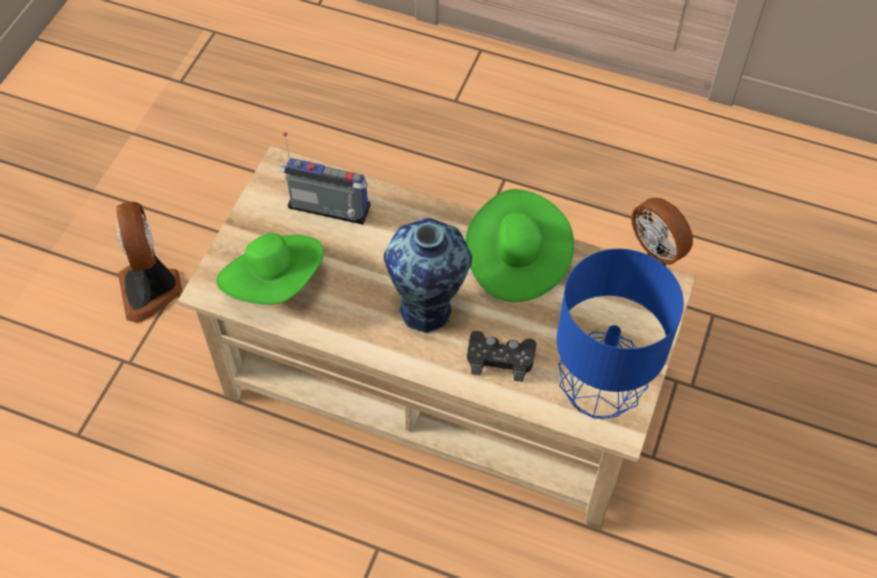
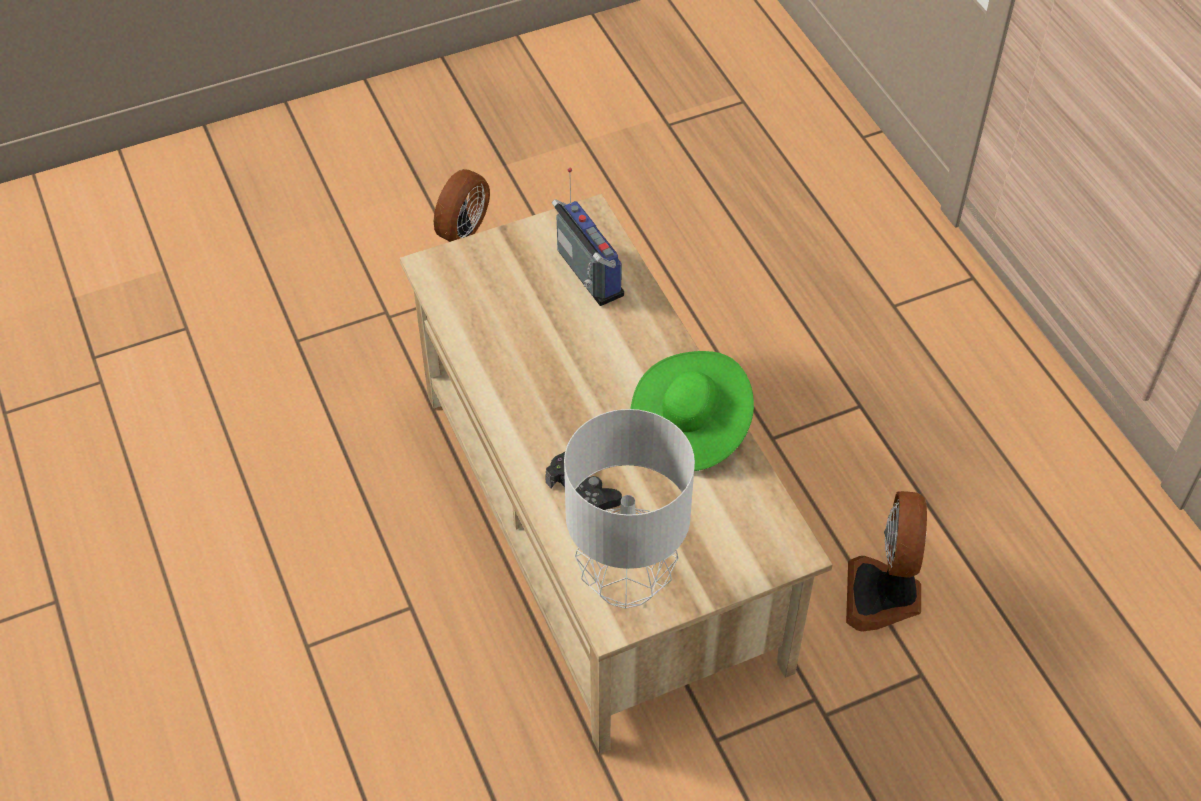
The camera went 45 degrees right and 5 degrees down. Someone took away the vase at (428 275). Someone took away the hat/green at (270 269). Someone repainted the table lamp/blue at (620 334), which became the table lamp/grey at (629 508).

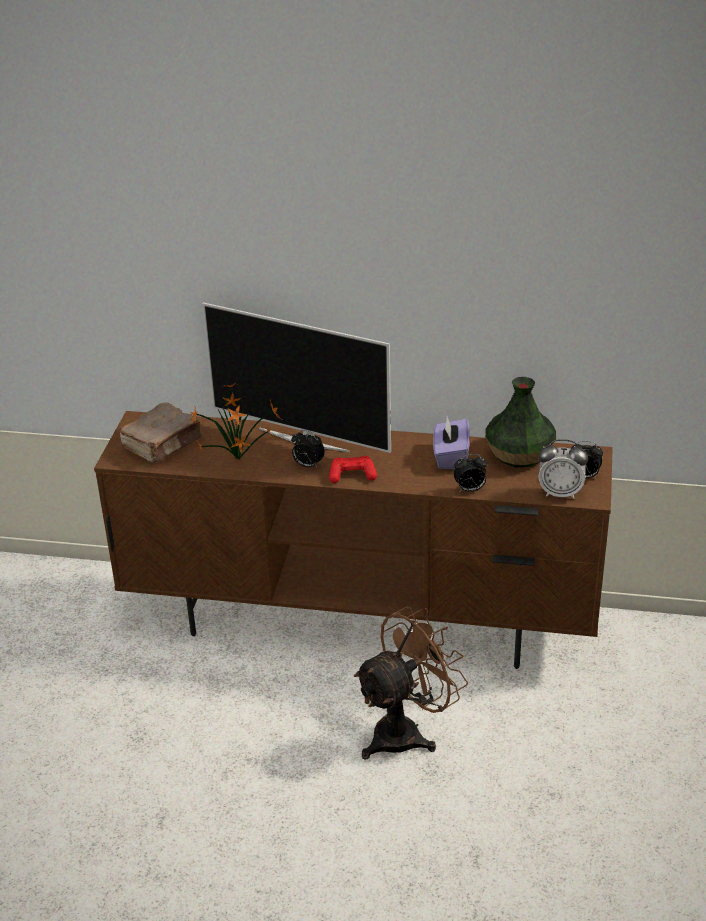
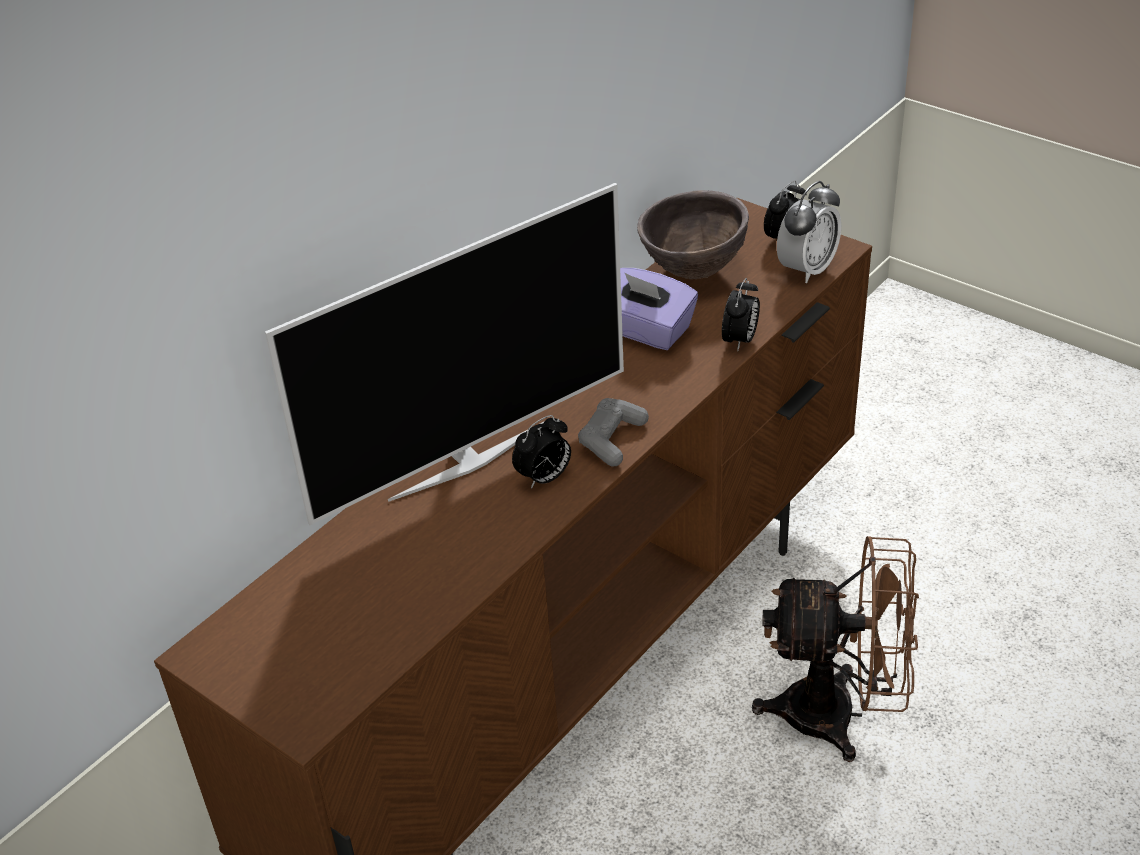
The camera went 60 degrees left and 5 degrees up. Someone swapped the vase at (520 422) for the bowl/brown at (693 234). Someone took away the potted plant at (236 421). Someone took away the book/brown at (160 433). Someone repainted the game controller/red at (353 469), which became the game controller/grey at (613 432). Someone rotated the fan/brown at (411 683) by 105 degrees clockwise.

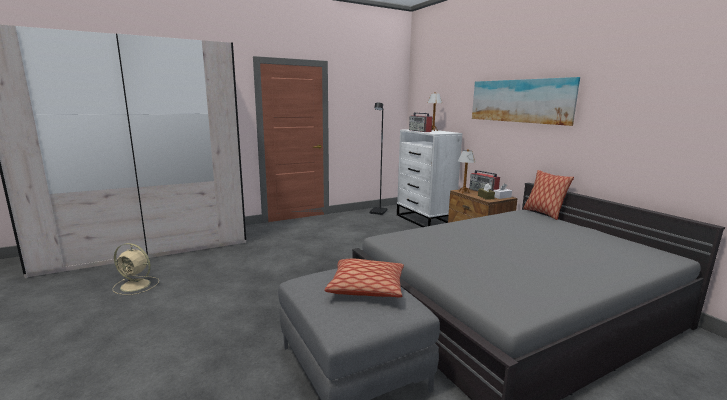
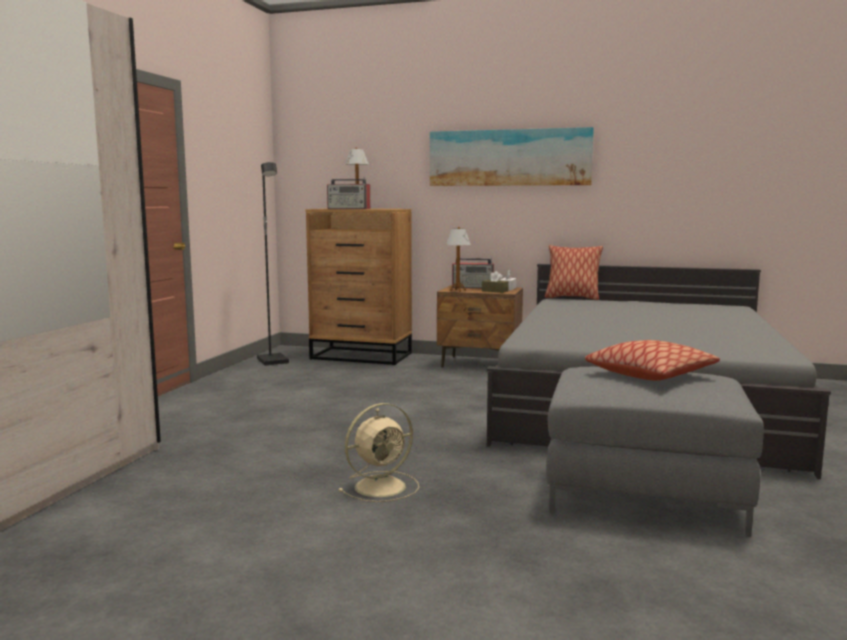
The camera went 45 degrees left and 5 degrees down. Someone repainted the dresser/white at (430 178), which became the dresser/brown at (358 287). Someone carried the fan/beige from (135 269) to (378 452).

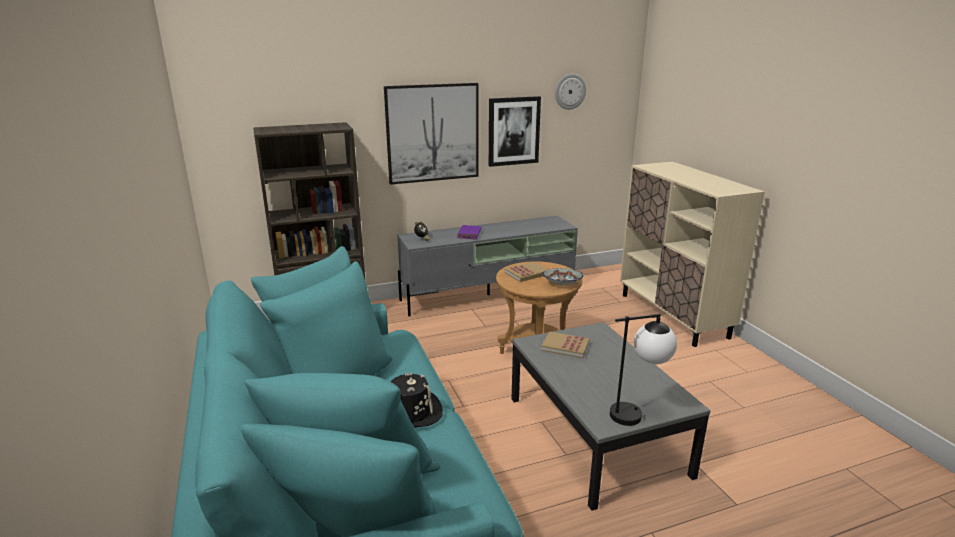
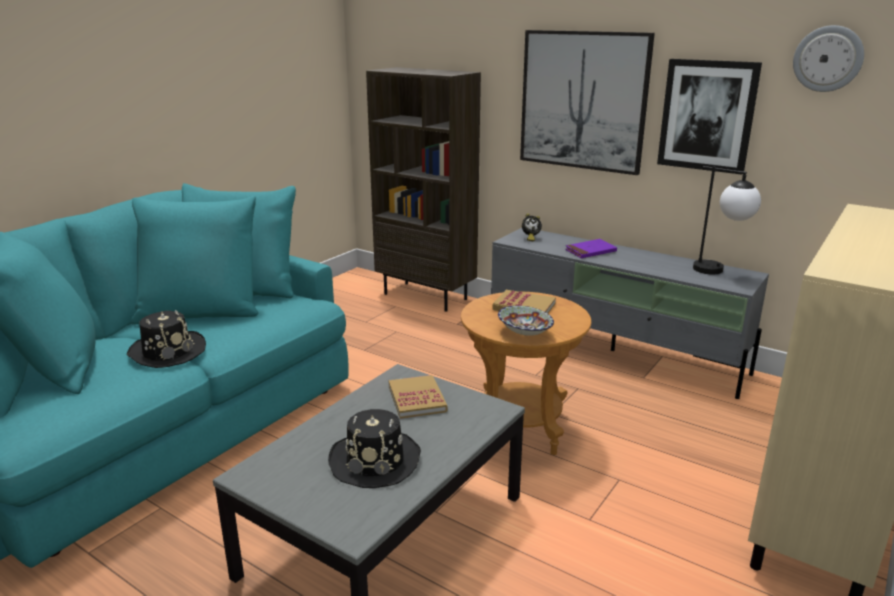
The camera went 55 degrees right and 0 degrees up. Someone carried the table lamp from (643 370) to (727 220). Someone put down the hat/black at (374 448).

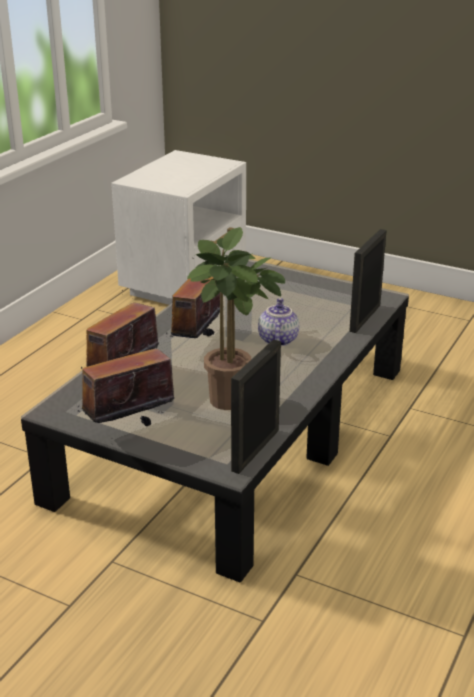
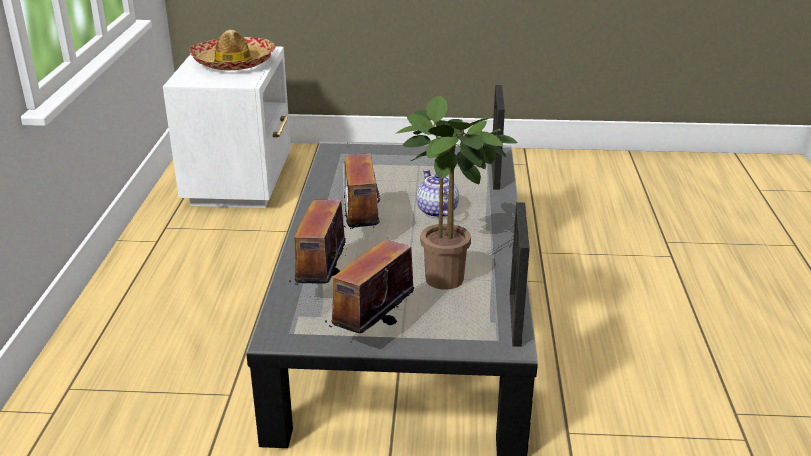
The camera went 25 degrees left and 0 degrees up. Someone put down the hat at (232 50).

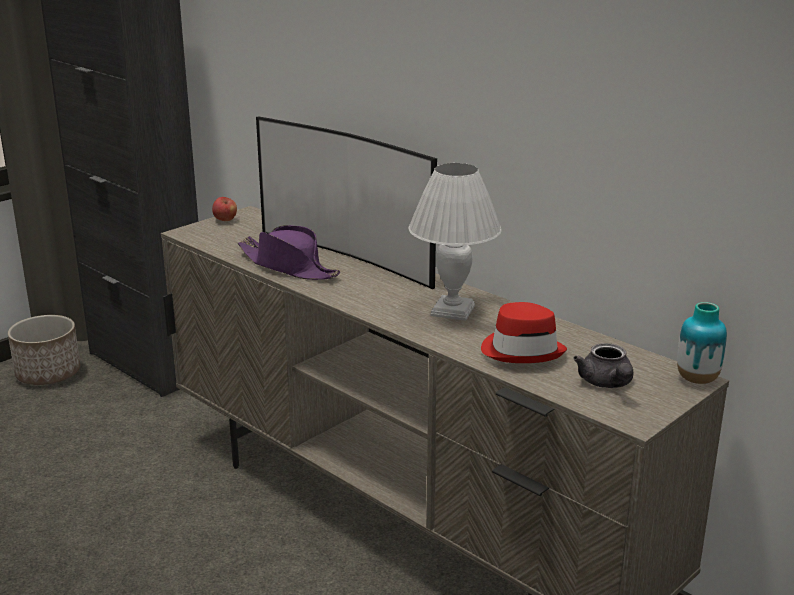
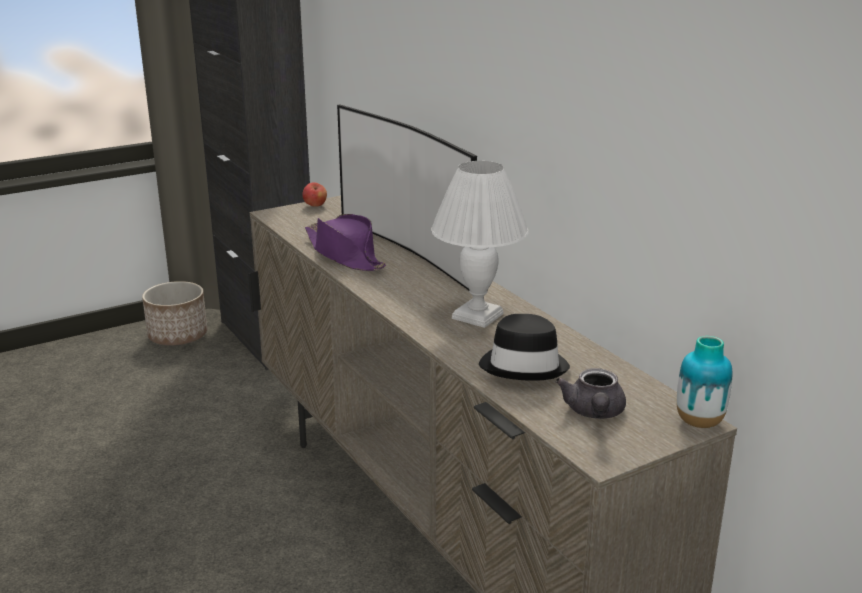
The camera went 15 degrees right and 0 degrees up. Someone repainted the hat/red at (524 332), which became the hat/black at (524 347).

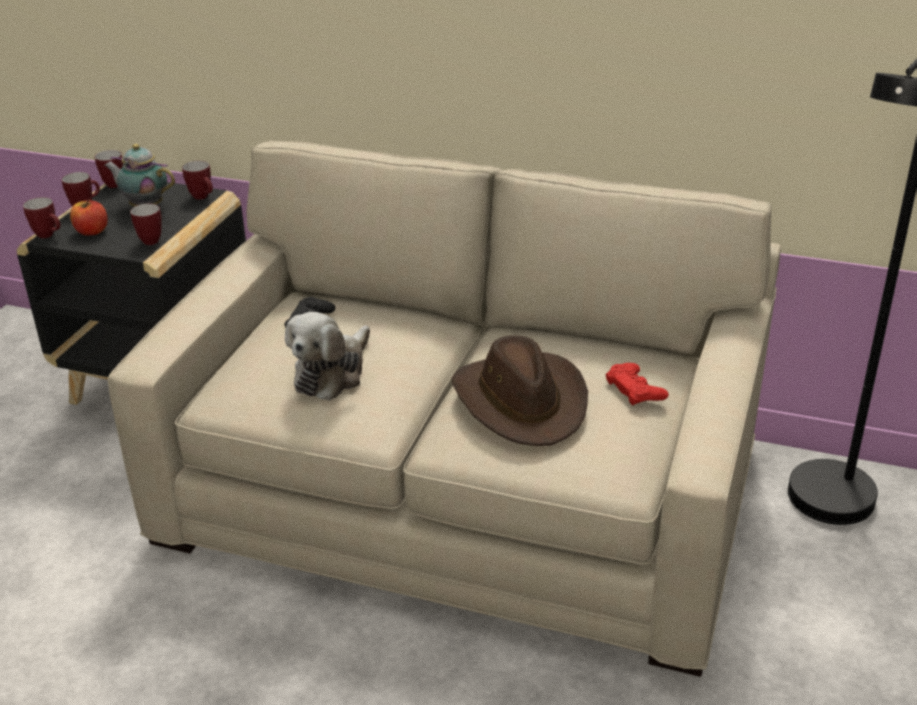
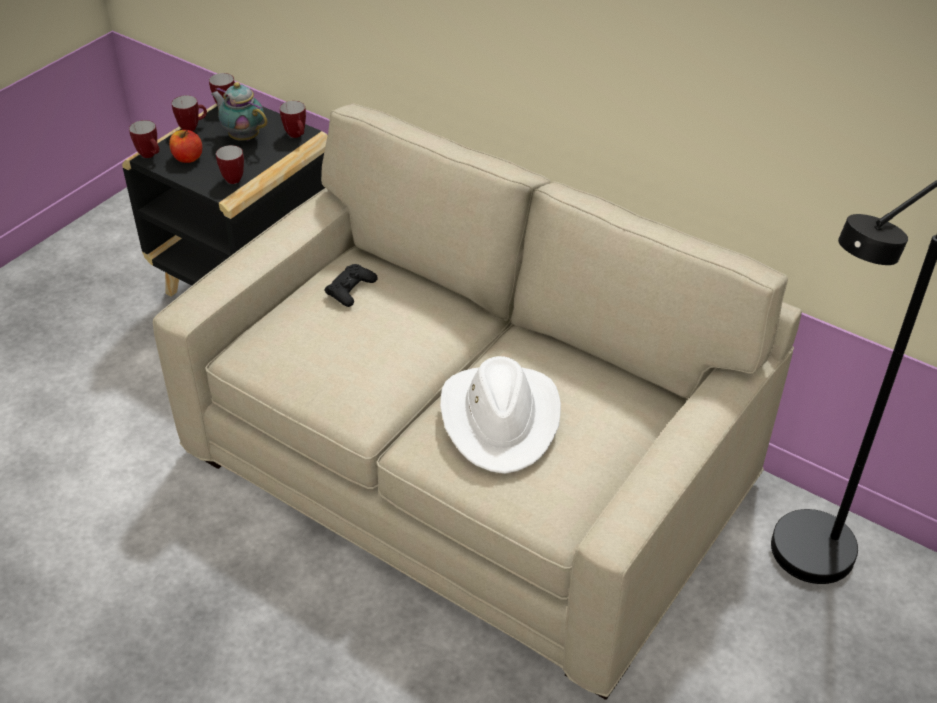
The camera went 15 degrees right and 10 degrees up. Someone took away the plush toy at (327 356). Someone repainted the hat/brown at (520 390), which became the hat/white at (500 415). Someone took away the game controller/red at (637 384).

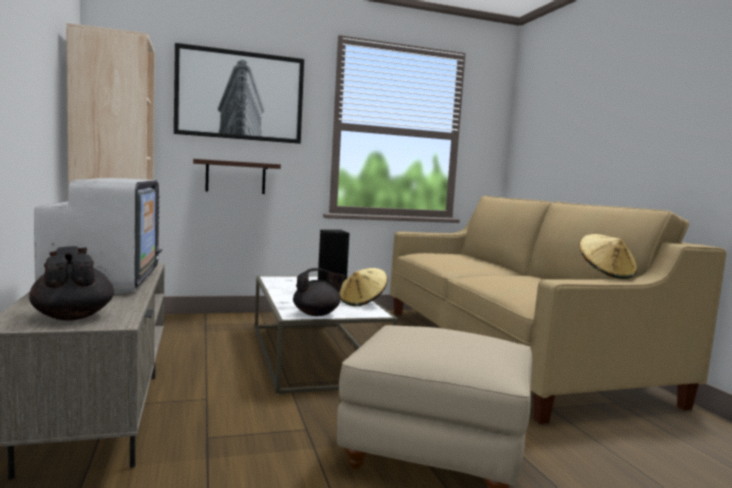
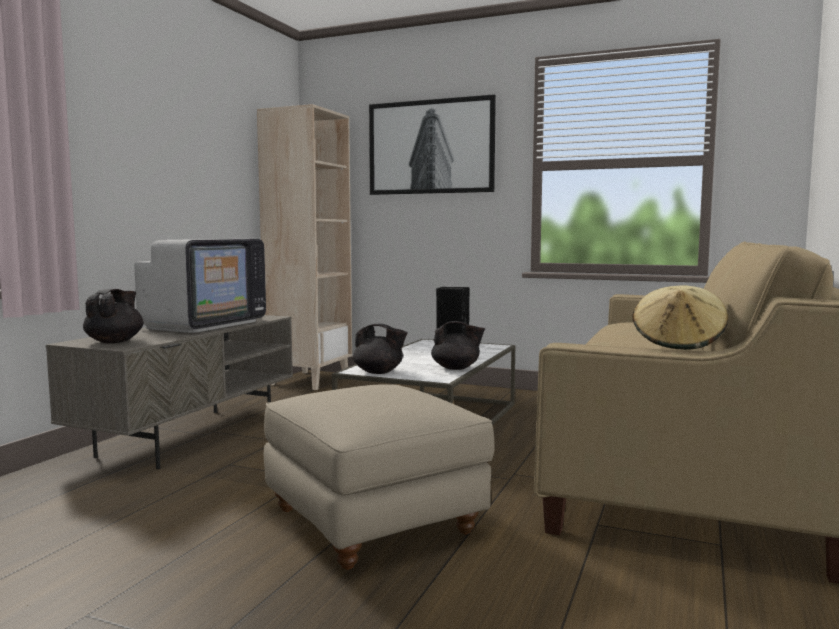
The camera went 40 degrees right and 0 degrees up. Someone took away the shelf at (237 176). Someone swapped the hat/beige at (363 287) for the teapot/black at (458 345).

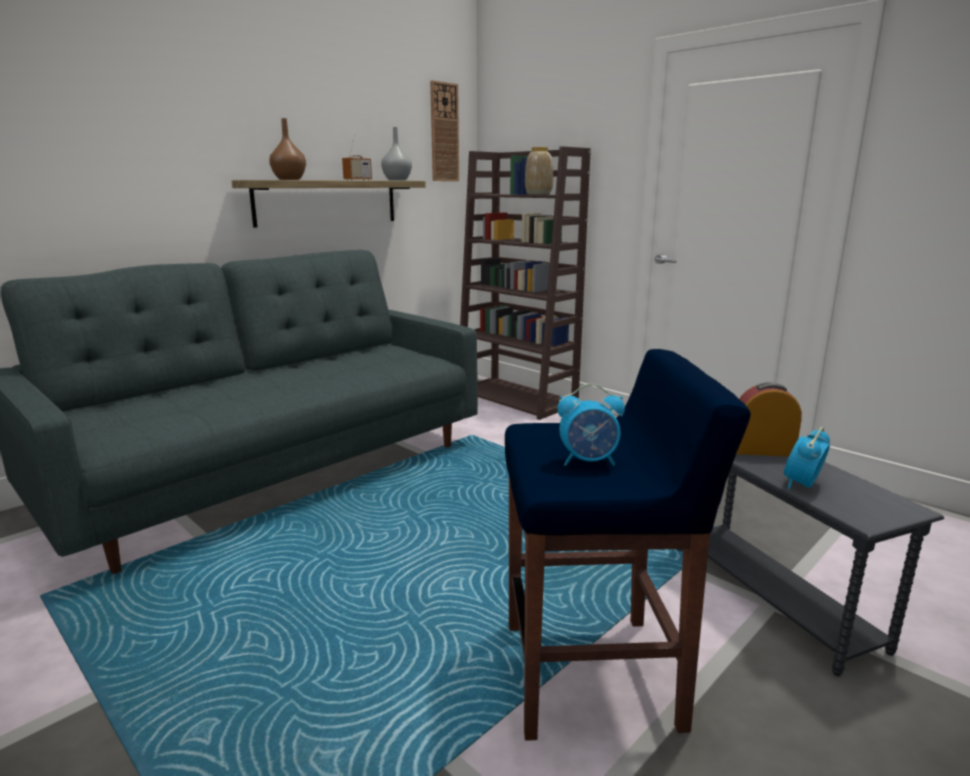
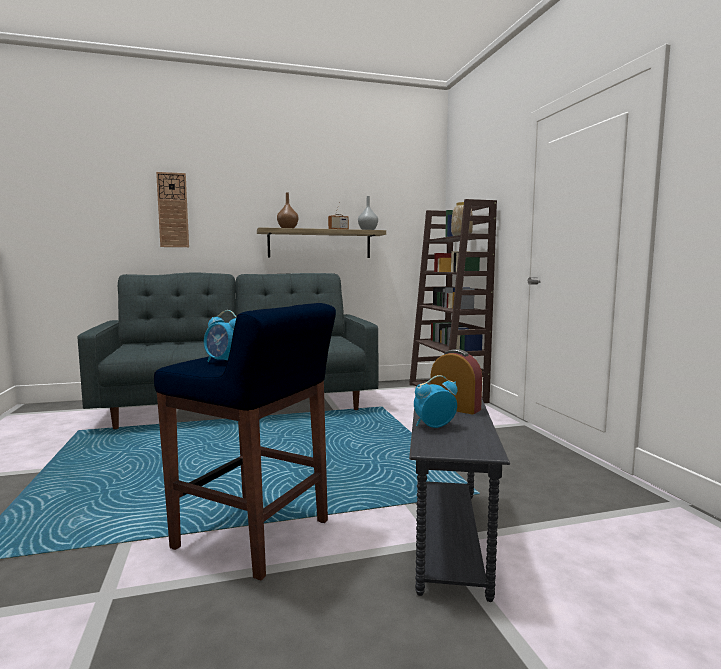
The camera went 30 degrees right and 10 degrees down. Someone carried the wall clock from (444 130) to (172 209).

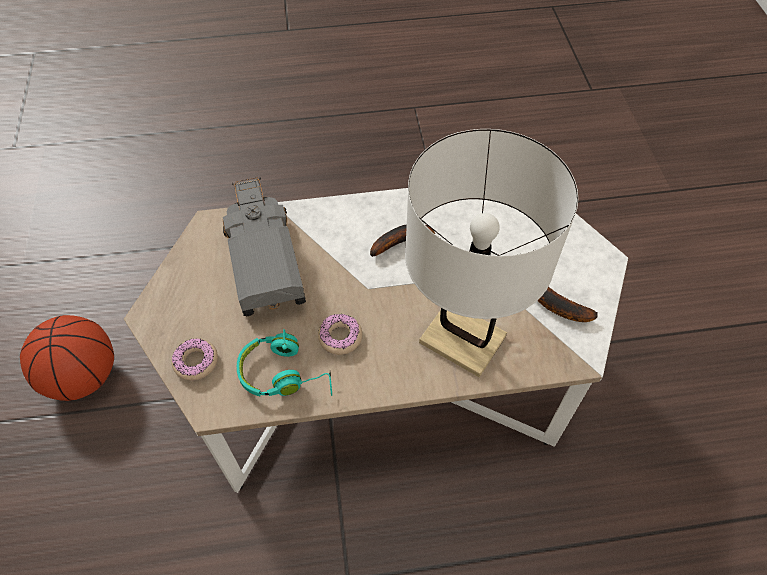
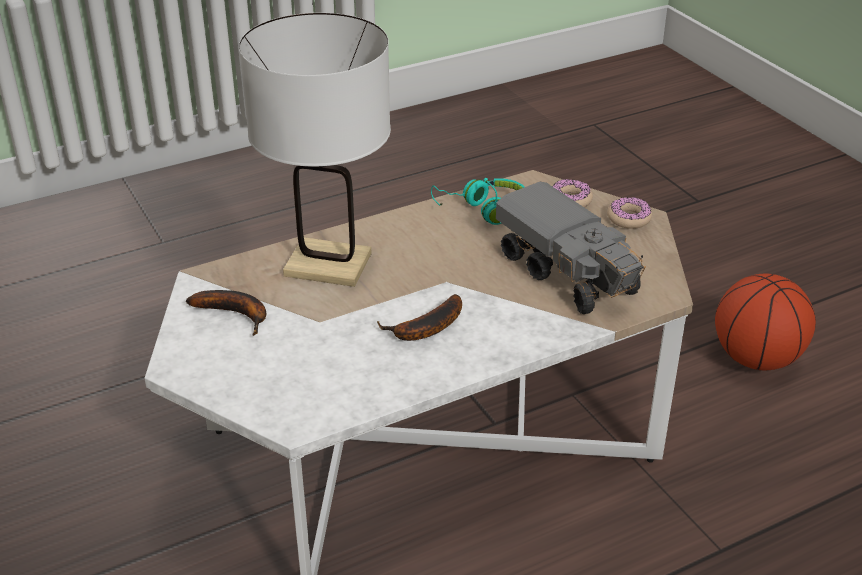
The camera went 160 degrees right and 20 degrees down. Someone carried the donut from (340 334) to (629 213).

